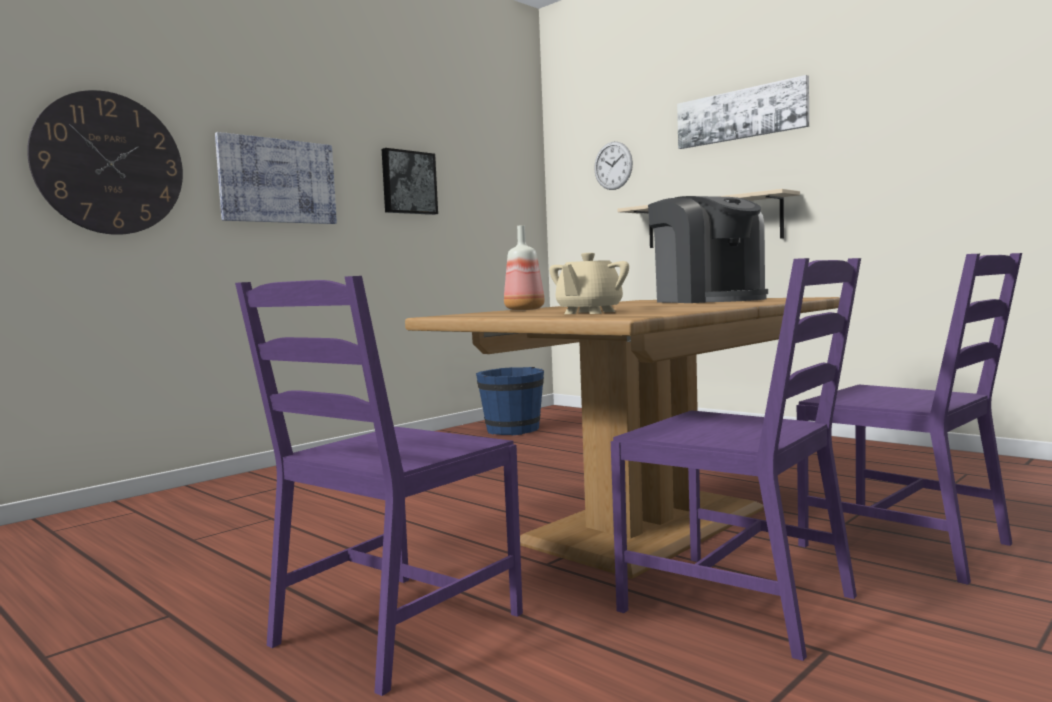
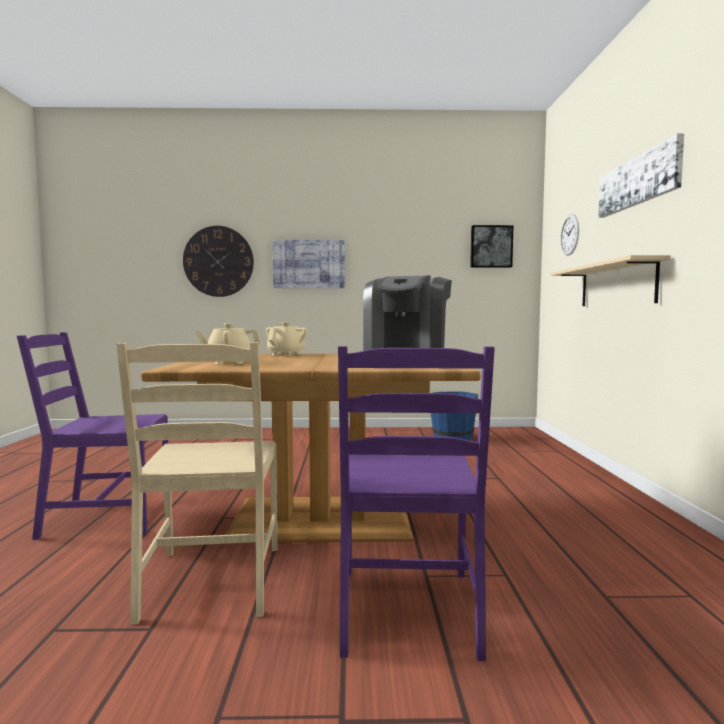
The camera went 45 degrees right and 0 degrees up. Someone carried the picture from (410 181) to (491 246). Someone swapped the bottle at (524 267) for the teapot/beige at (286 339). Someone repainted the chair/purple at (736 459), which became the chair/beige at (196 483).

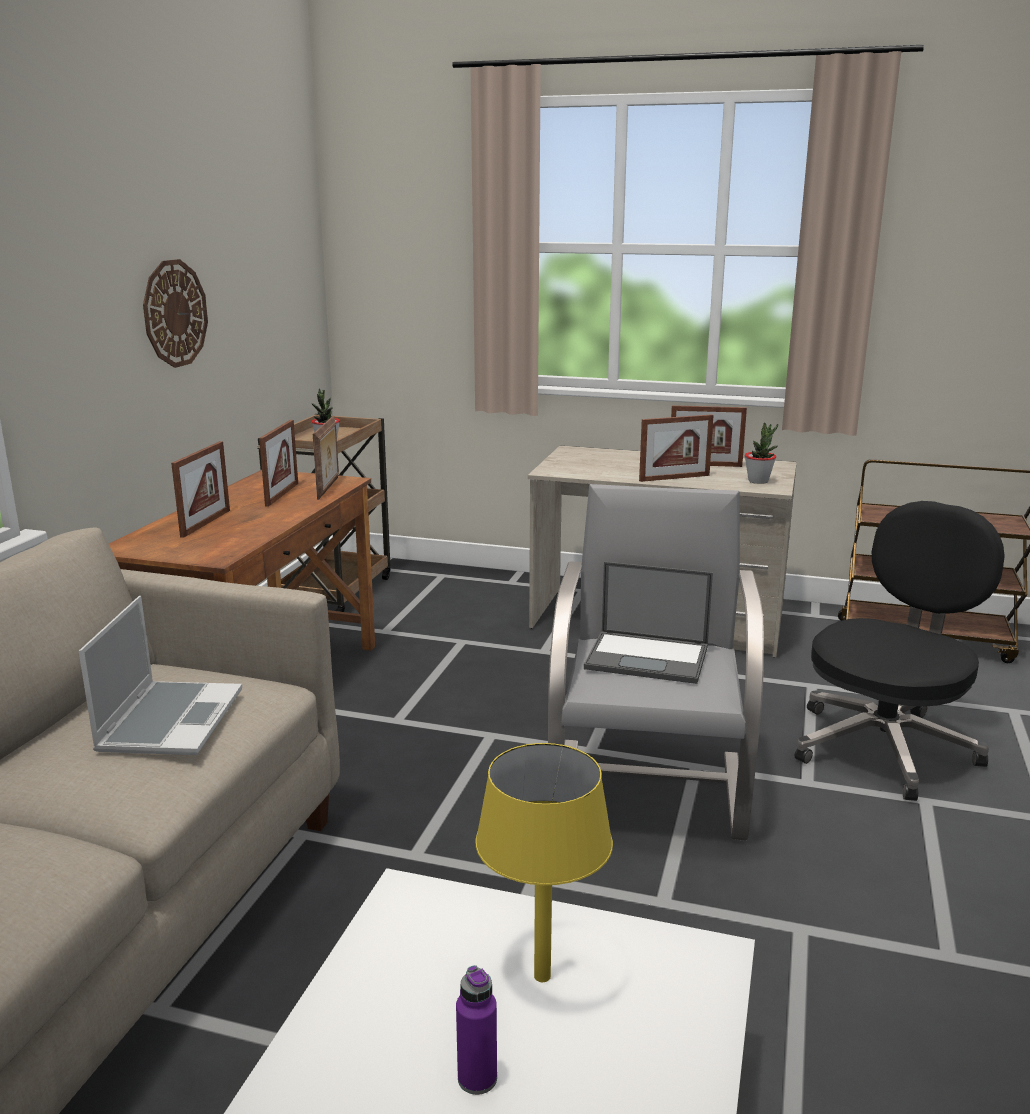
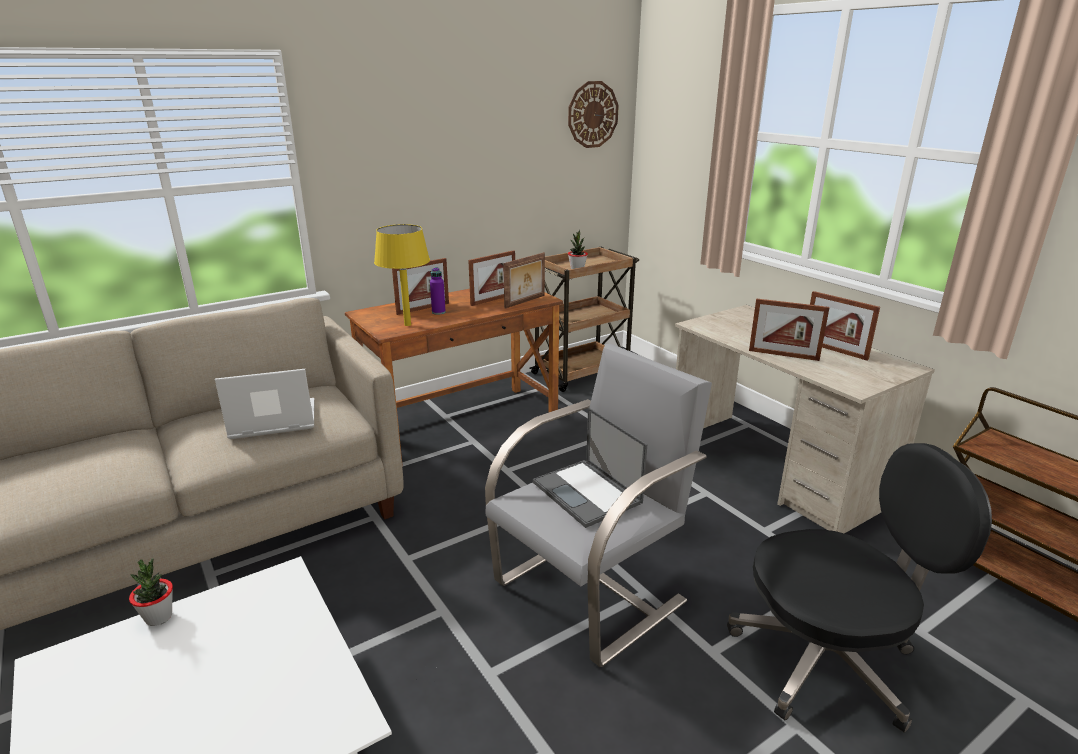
The camera went 40 degrees right and 5 degrees up. Someone carried the wall clock from (175 313) to (593 114). Someone carried the potted plant from (761 453) to (151 592). Someone rotated the laptop at (160 675) by 150 degrees counterclockwise. Someone carried the table lamp/yellow from (544 862) to (402 275). Someone carried the bottle/purple from (476 1030) to (438 291).

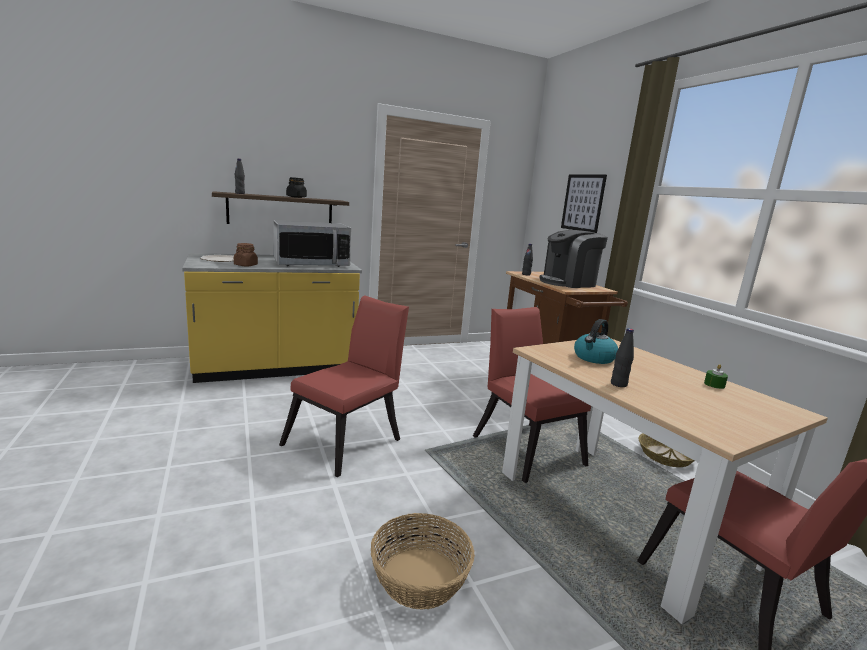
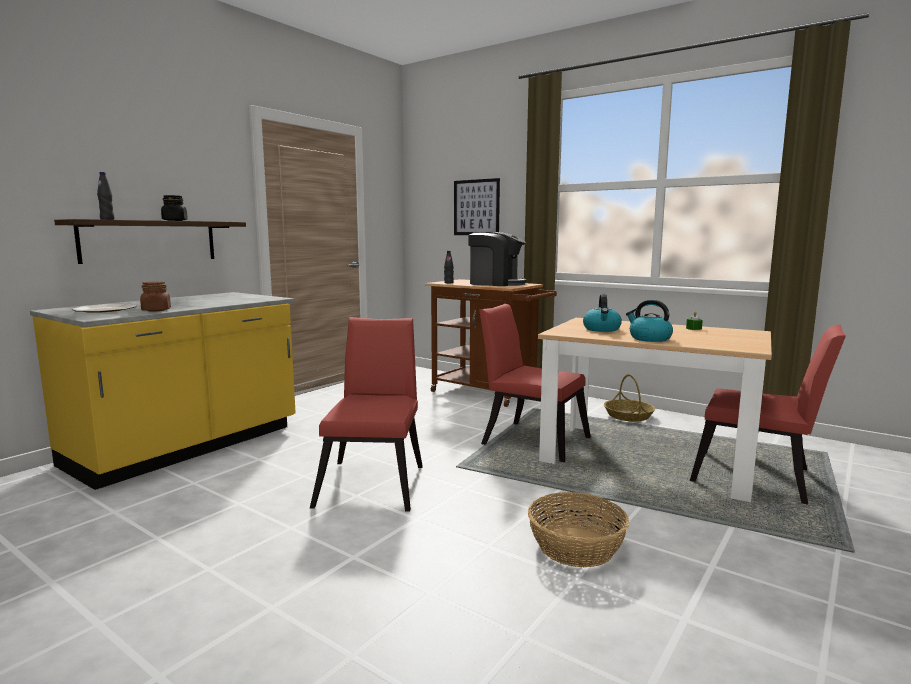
The camera went 30 degrees left and 5 degrees down. Someone took away the microwave at (312 243). Someone rotated the coffee machine at (573 259) by 105 degrees counterclockwise. Someone swapped the bottle/black at (622 357) for the kettle at (649 321).

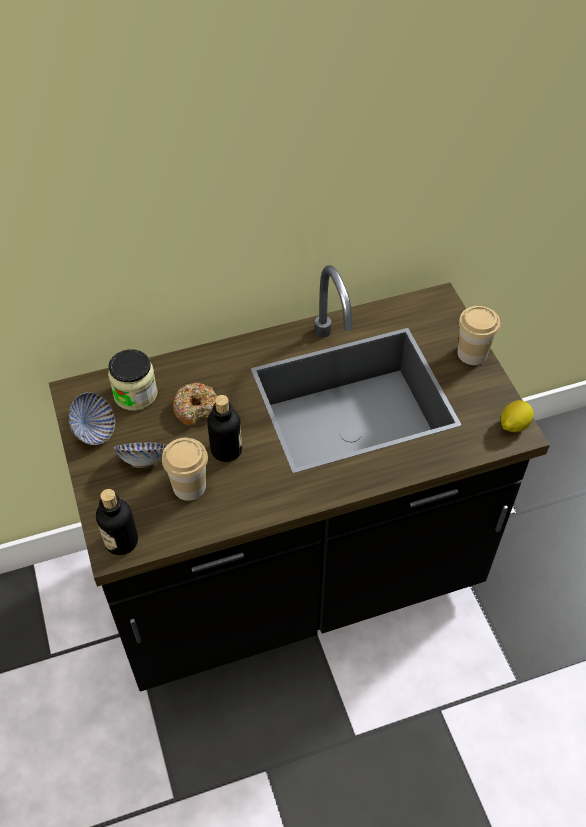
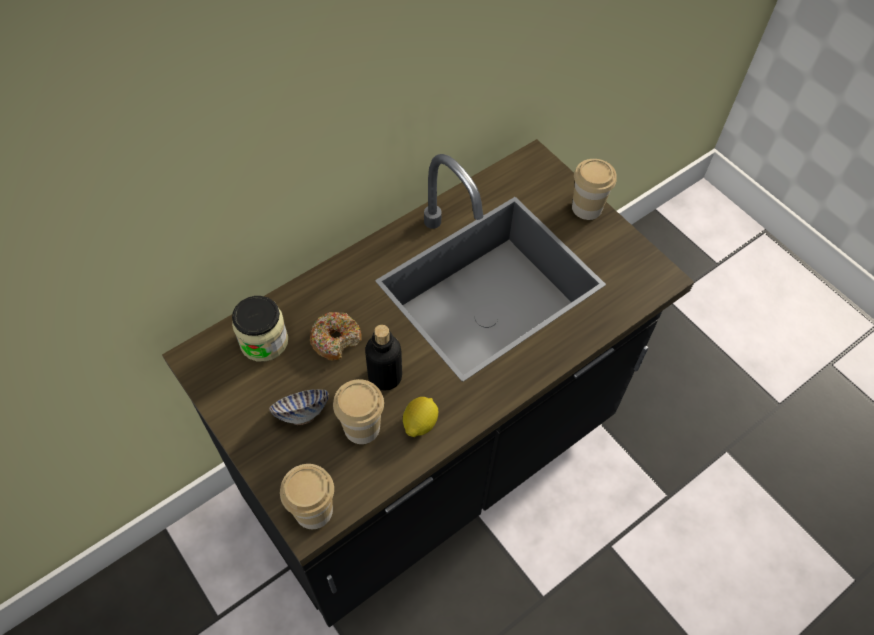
The camera went 20 degrees left and 5 degrees up. Someone took away the bowl at (91 418). Someone carried the lemon from (517 416) to (420 417). Someone swapped the bottle at (117 522) for the cup at (307 496).

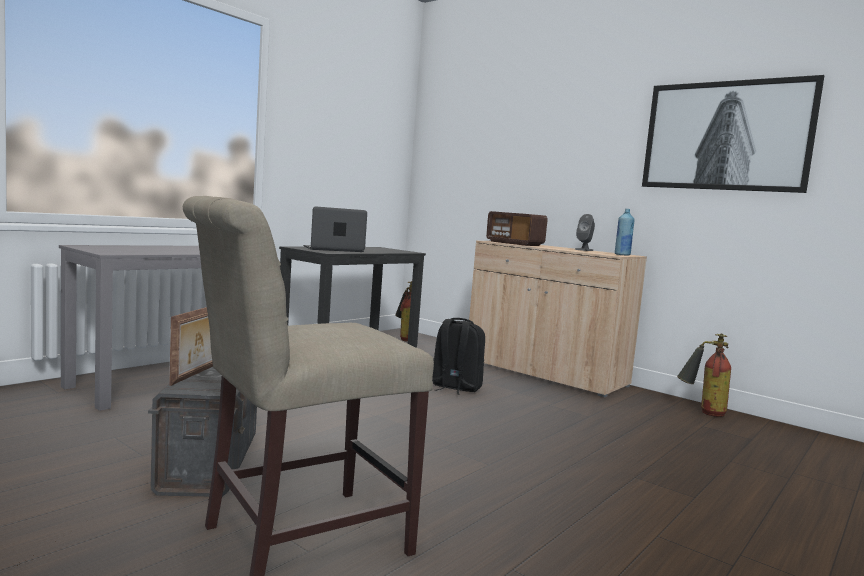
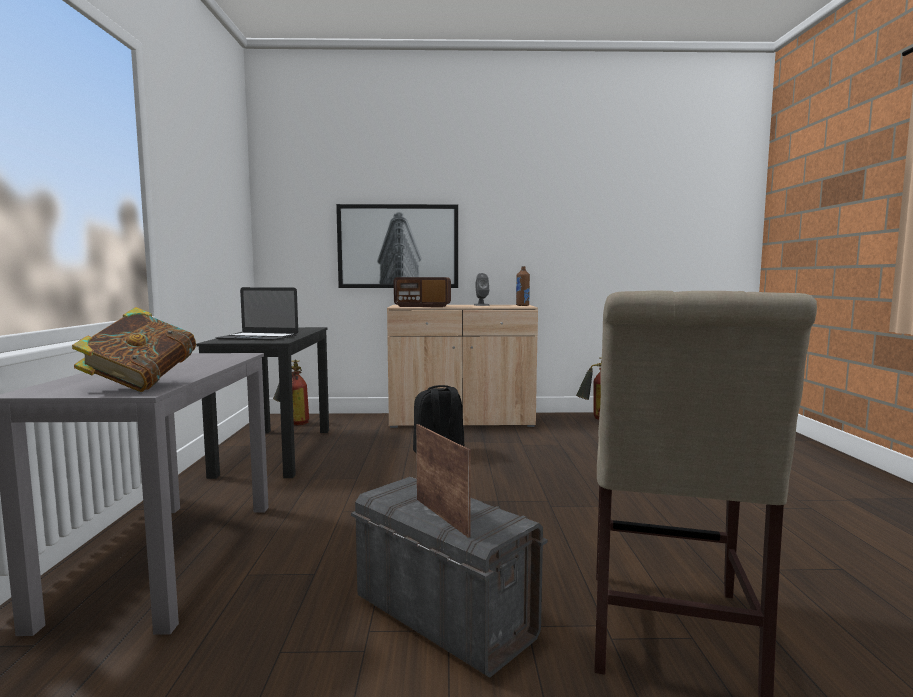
The camera went 40 degrees left and 0 degrees up. Someone carried the picture from (733 134) to (397 246). Someone rotated the laptop at (335 229) by 105 degrees counterclockwise. Someone repainted the bottle/blue at (625 232), which became the bottle/brown at (523 286). Someone put down the book at (134 349).

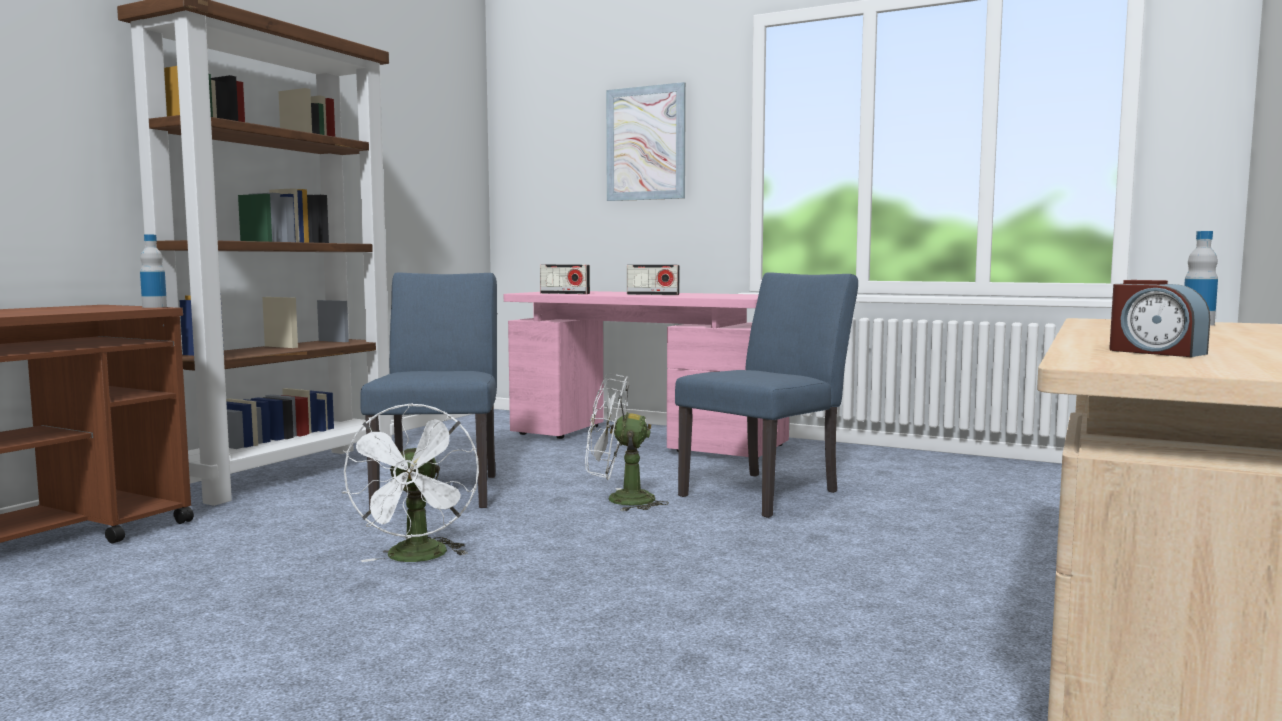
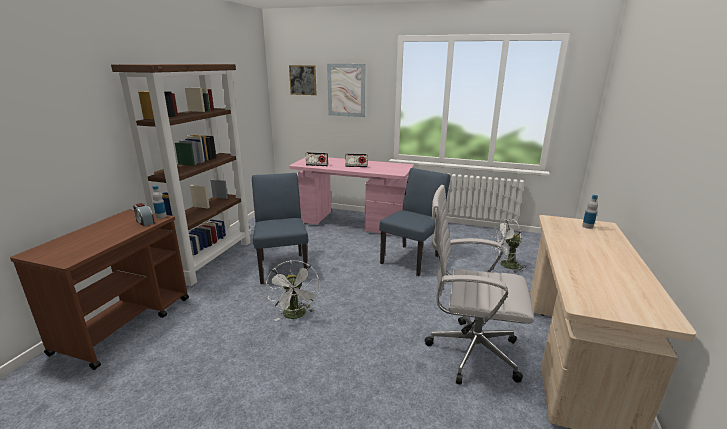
The camera went 10 degrees left and 15 degrees up. Someone carried the alarm clock from (1159 318) to (144 214). Someone carried the fan/white from (627 442) to (509 246). Someone put up the picture at (303 80). Someone put down the office chair/white at (479 285).

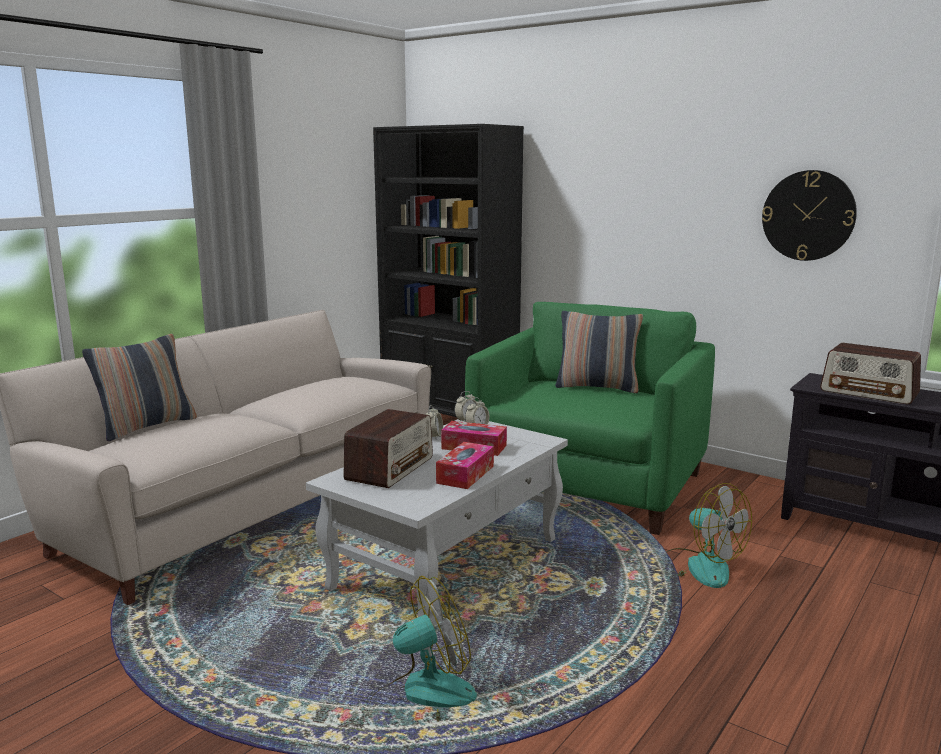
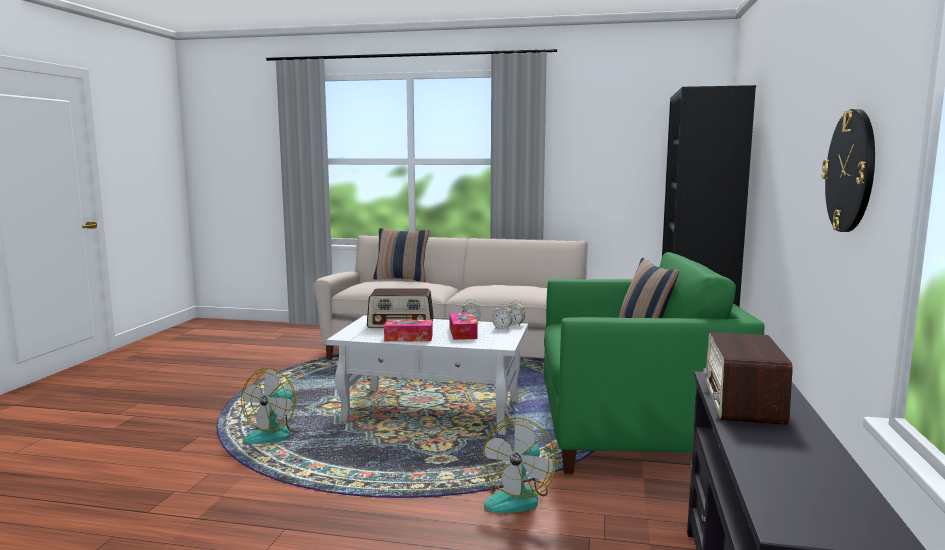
The camera went 65 degrees right and 5 degrees down. Someone rotated the fan at (423 648) by 75 degrees clockwise.

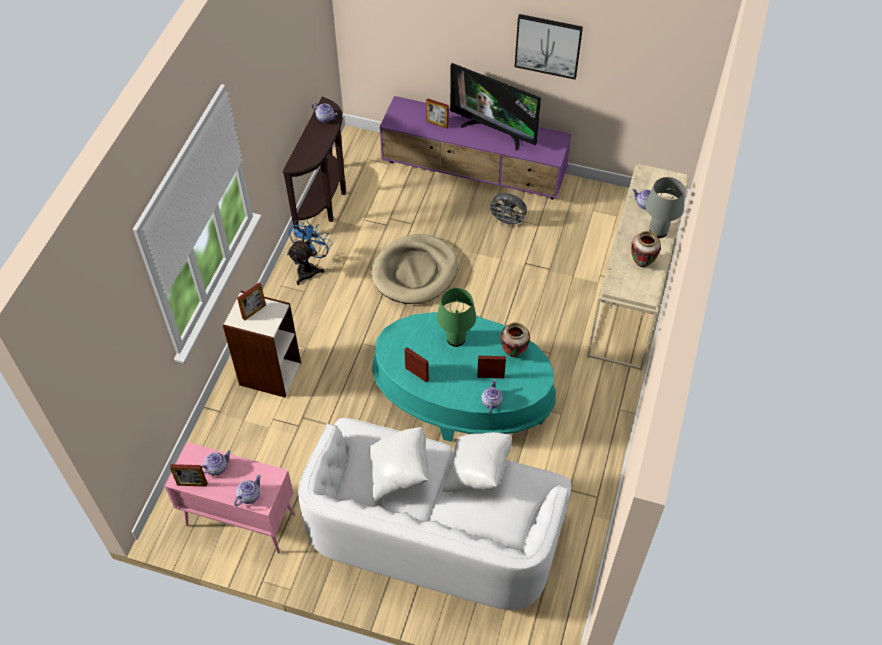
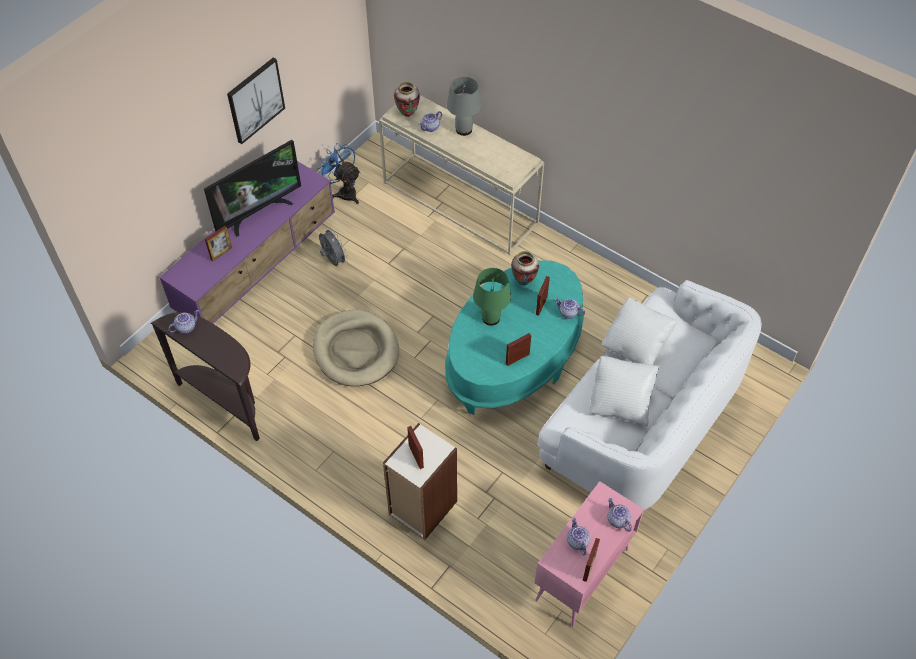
The camera went 70 degrees left and 0 degrees up. Someone rotated the fan/grey at (507 210) by 75 degrees counterclockwise. Someone carried the fan/blue from (310 252) to (338 173). Someone carried the vase from (646 249) to (407 99).

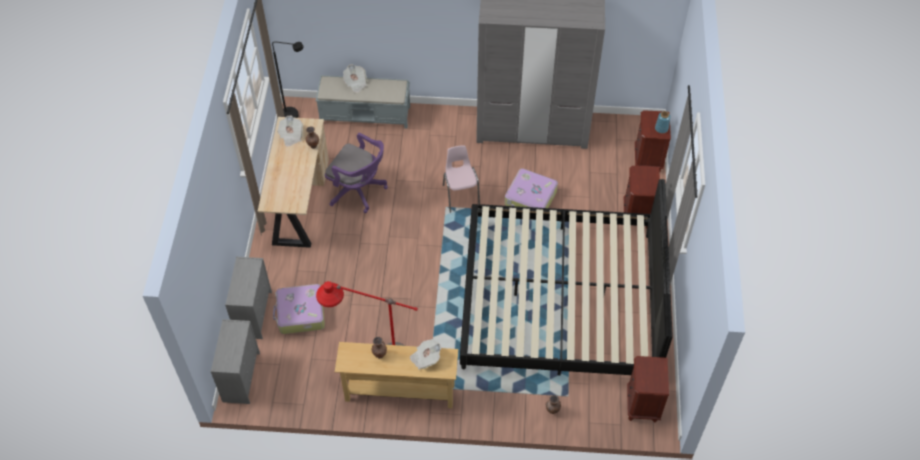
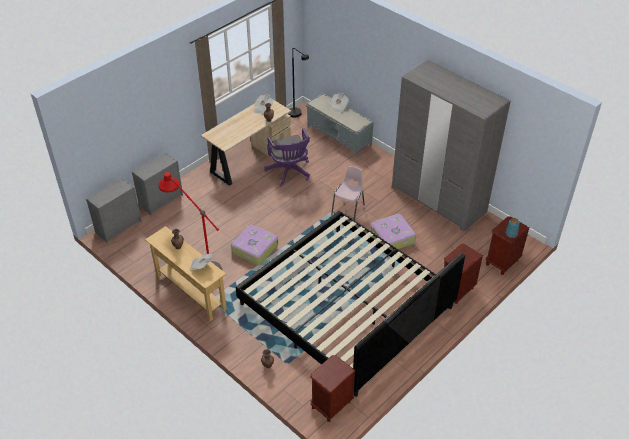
The camera went 40 degrees right and 10 degrees down. Someone carried the suitcase from (299 309) to (254 244).

